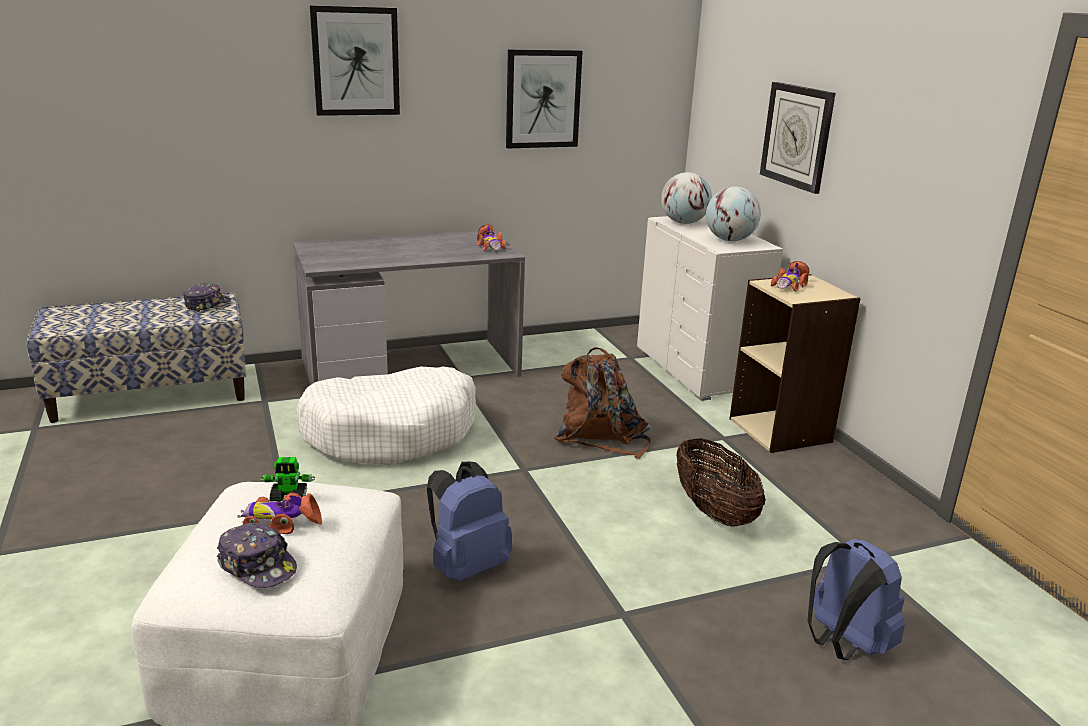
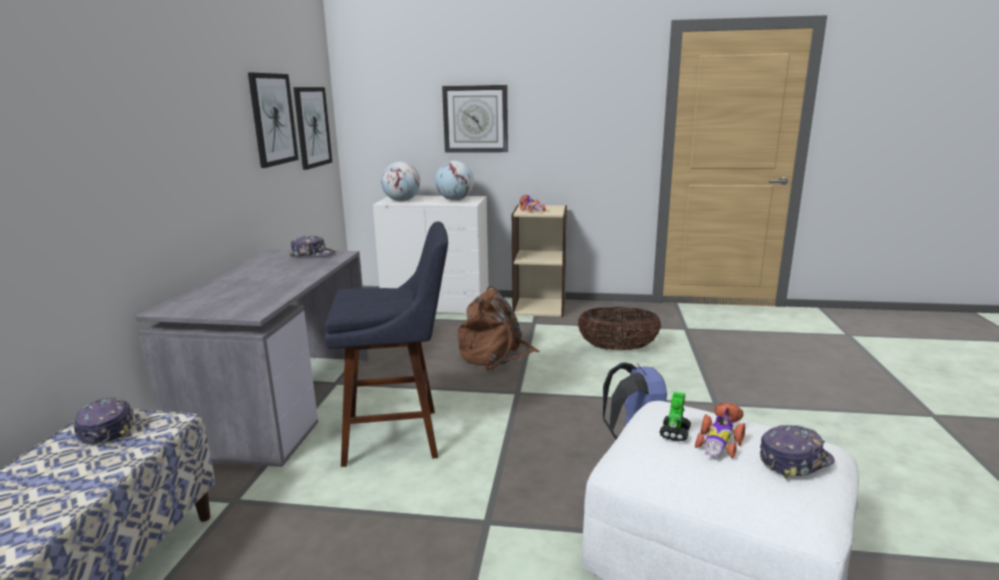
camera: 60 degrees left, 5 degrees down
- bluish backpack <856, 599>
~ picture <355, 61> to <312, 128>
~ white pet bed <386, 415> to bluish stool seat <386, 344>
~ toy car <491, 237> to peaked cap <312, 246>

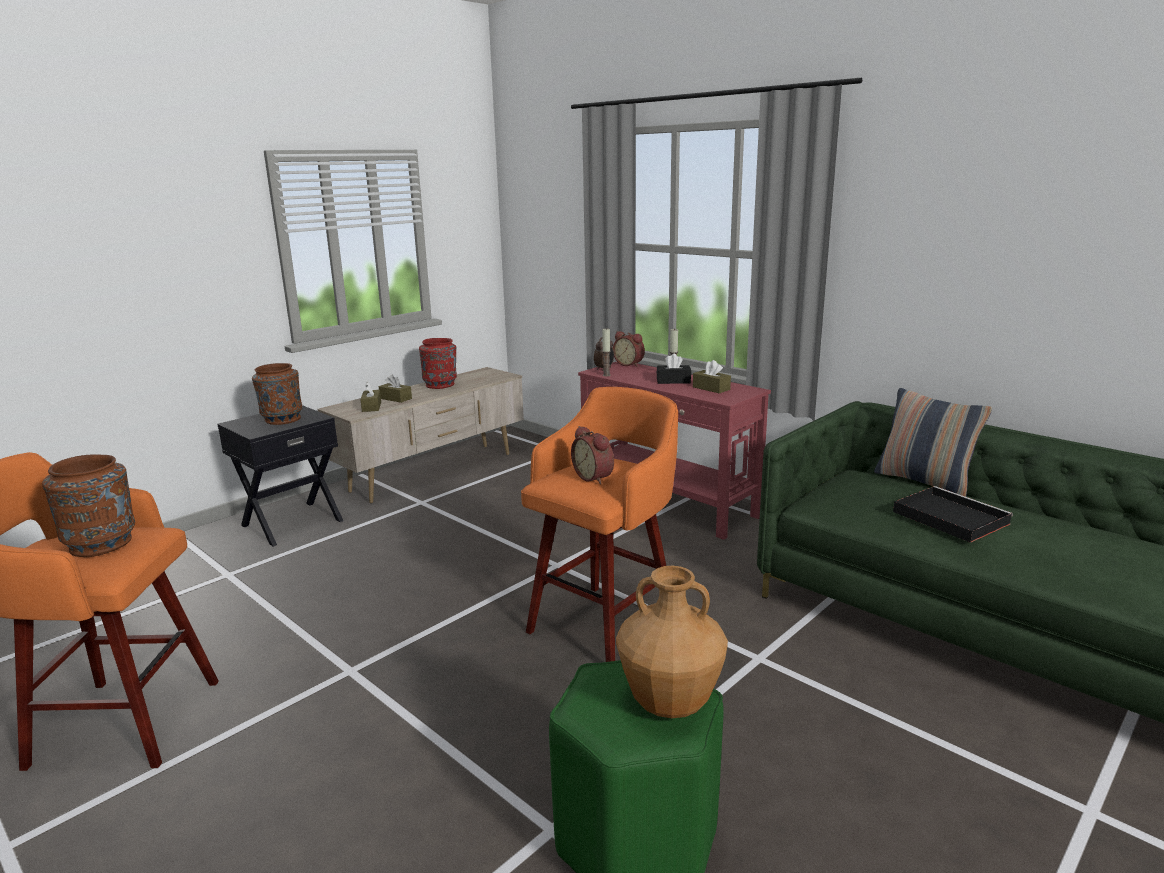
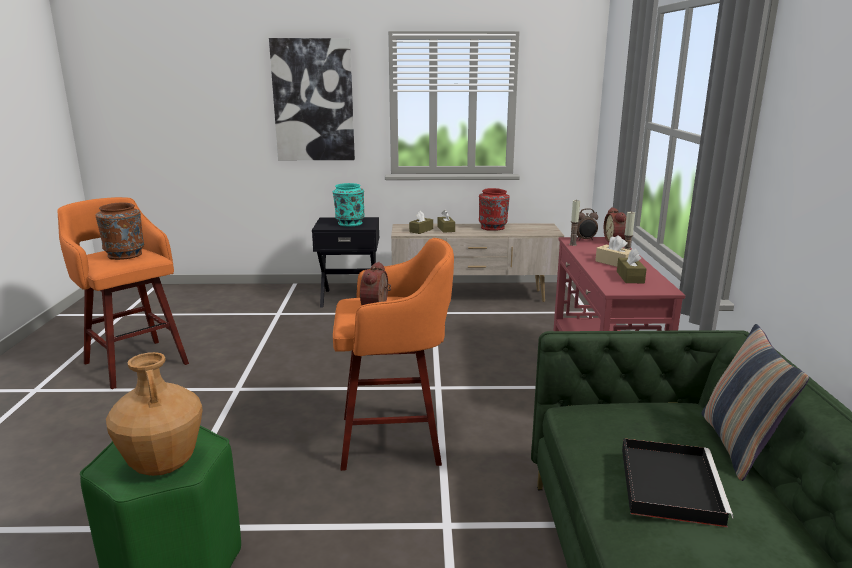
camera: 45 degrees right, 0 degrees up
+ picture <312, 99>
~ brown decorative vase <277, 394> to turquoise-coloured decorative vase <349, 204>
~ black-coloured tissue holder <674, 369> to beige tissue holder <613, 251>

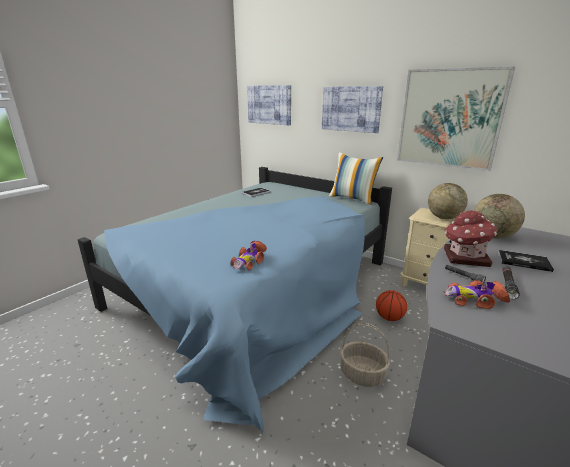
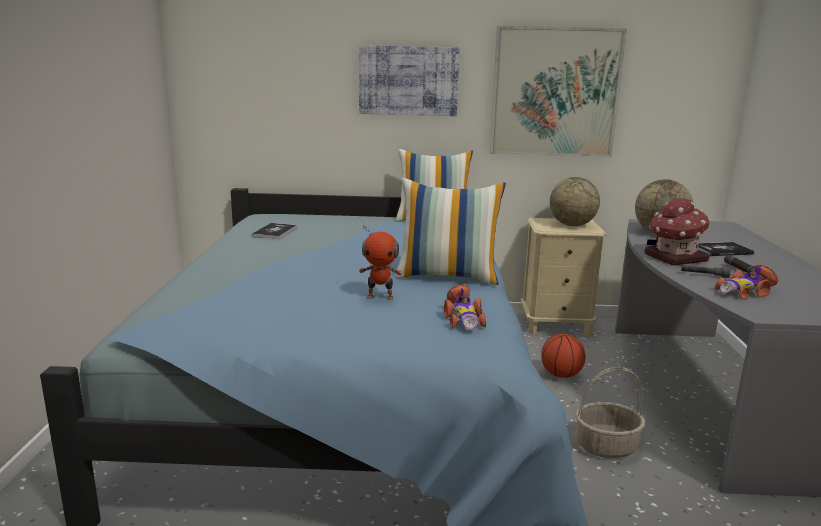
camera: 35 degrees left, 5 degrees down
- picture <269, 105>
+ toy robot <380, 263>
+ pillow <450, 231>

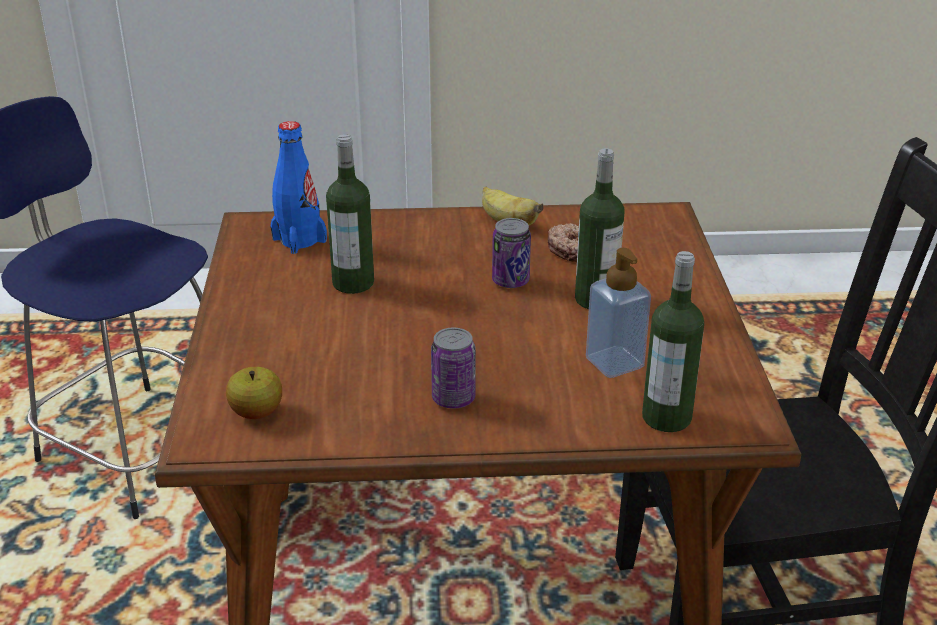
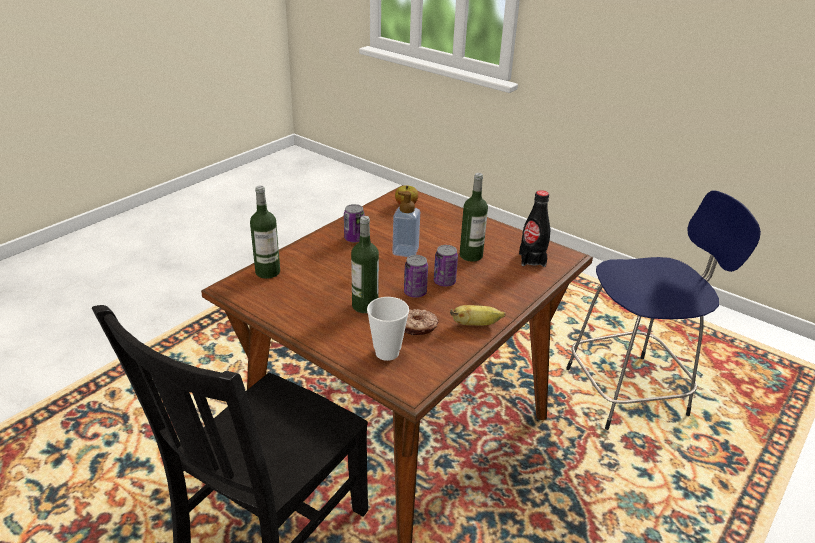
camera: 130 degrees right, 0 degrees up
+ small cup <388, 329>
+ can <446, 266>
~ soap bottle <618, 313> to <406, 224>
~ bluish bottle <298, 187> to black-coloured bottle <534, 228>

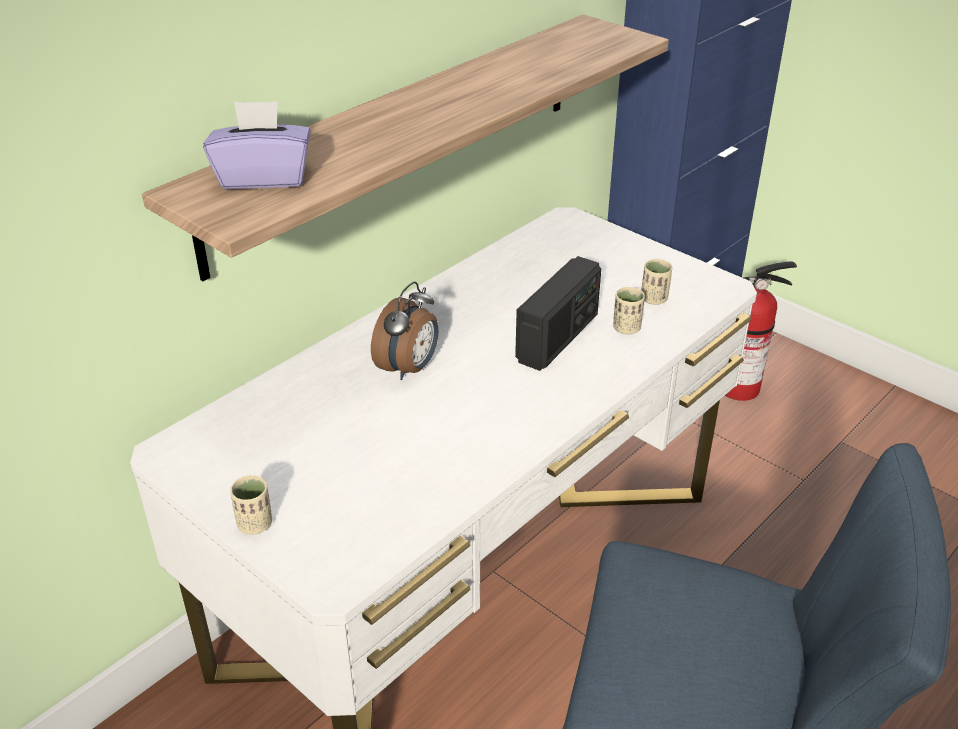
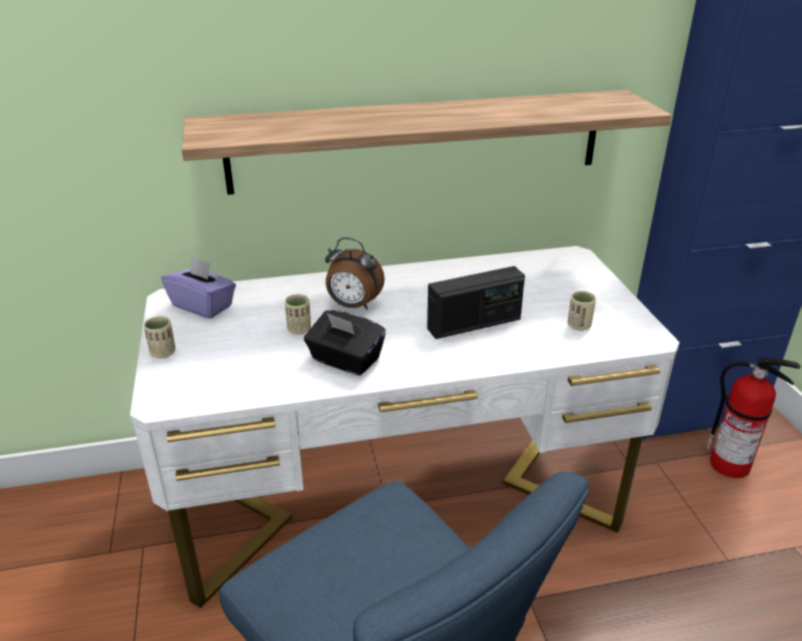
camera: 35 degrees right, 5 degrees down
+ black-coloured tissue holder <345, 342>
~ purple tissue holder <257, 145> to <198, 287>
~ beige small cup <629, 311> to <298, 314>
~ alarm clock <405, 331> = <355, 274> 45 degrees clockwise

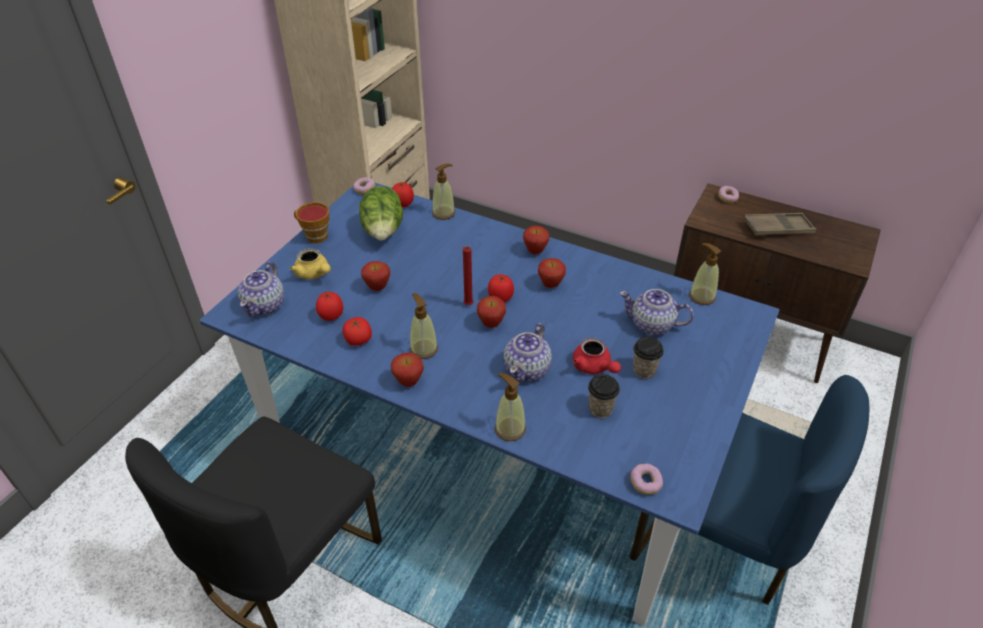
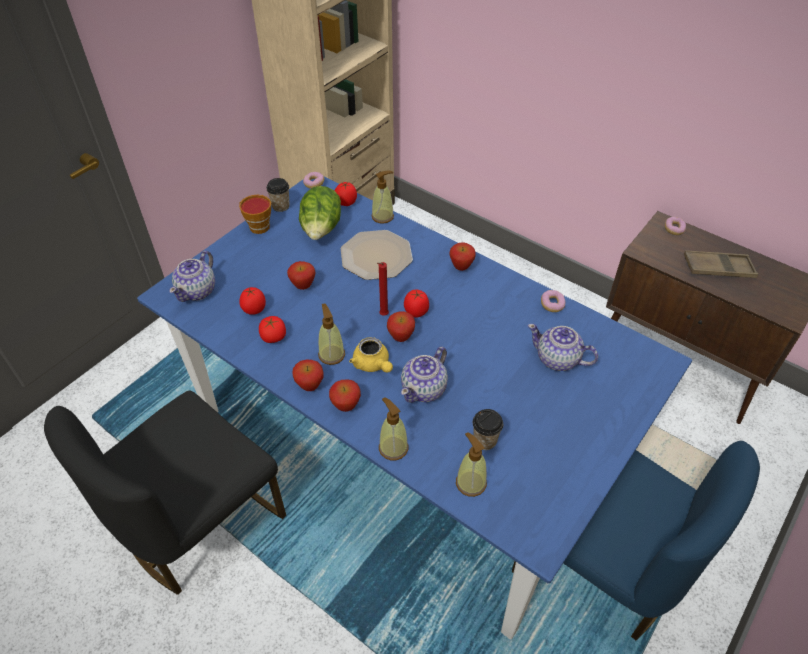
camera: 10 degrees right, 5 degrees up
- red-coloured teapot <597, 356>
+ plate <377, 255>
~ yellow teapot <310, 264> to <371, 355>
~ apple fruit <552, 273> to <345, 395>
~ ring doughnut <646, 479> to <553, 301>
~ small cup <648, 358> to <278, 195>
~ soap bottle <705, 274> to <471, 464>

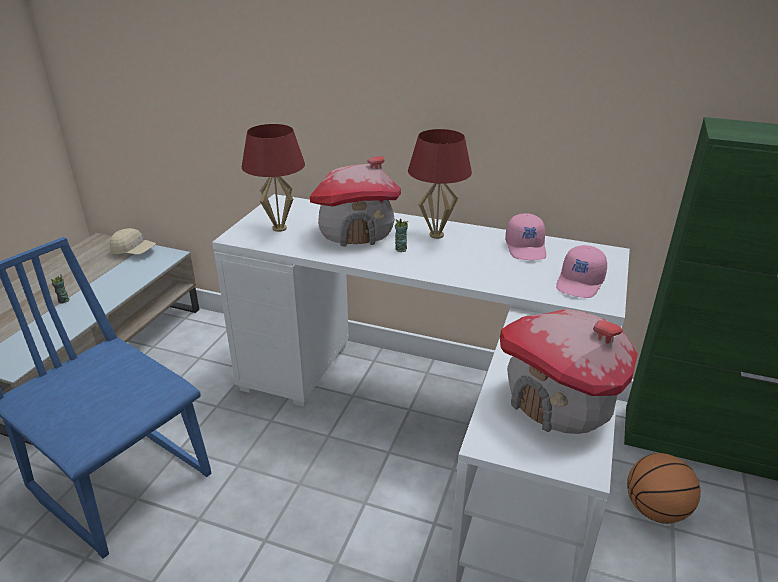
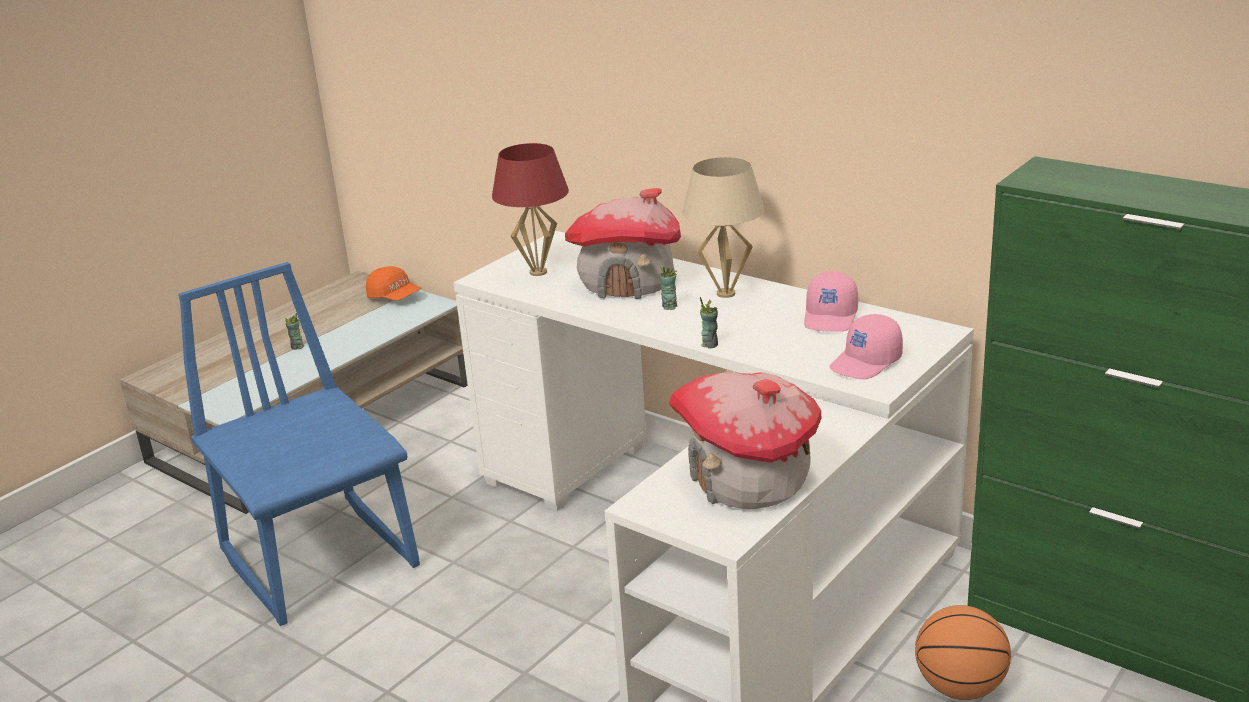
camera: 20 degrees right, 5 degrees down
+ small cup <709, 322>
~ beige peaked cap <133, 241> to orangey peaked cap <394, 283>
~ red-coloured table lamp <440, 184> to beige table lamp <724, 227>

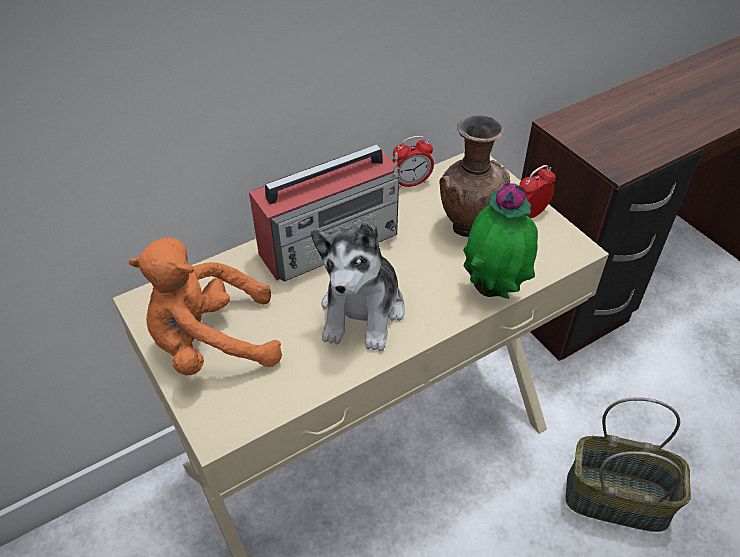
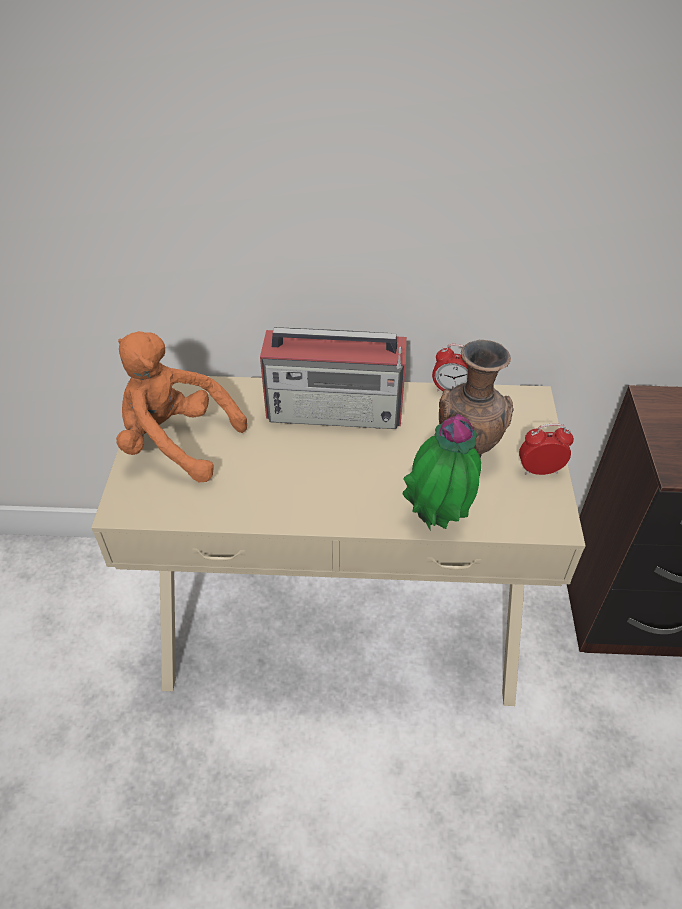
camera: 35 degrees right, 0 degrees up
- plush toy <358, 287>
- storage basket <628, 464>

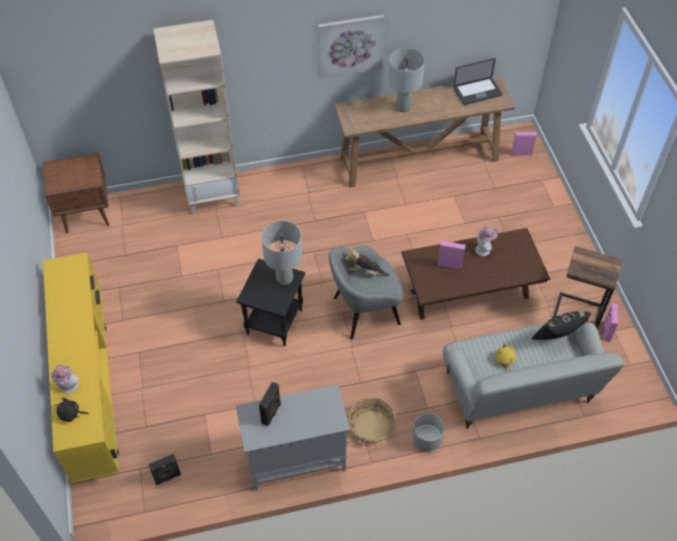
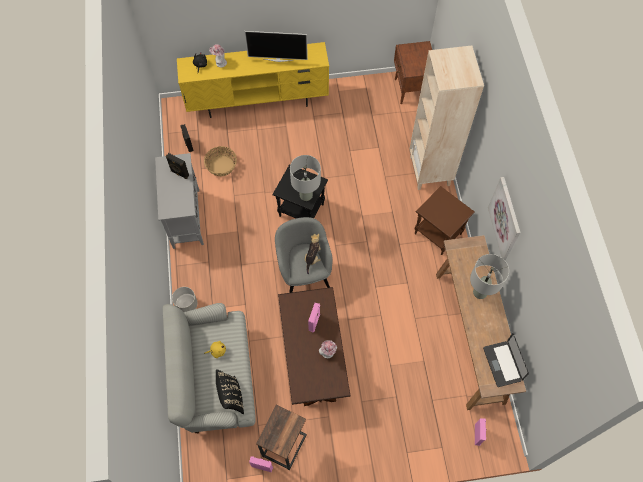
camera: 95 degrees right, 10 degrees up
+ TV <276, 46>
+ brown end table <445, 220>
~ storage basket <372, 420> to <220, 161>

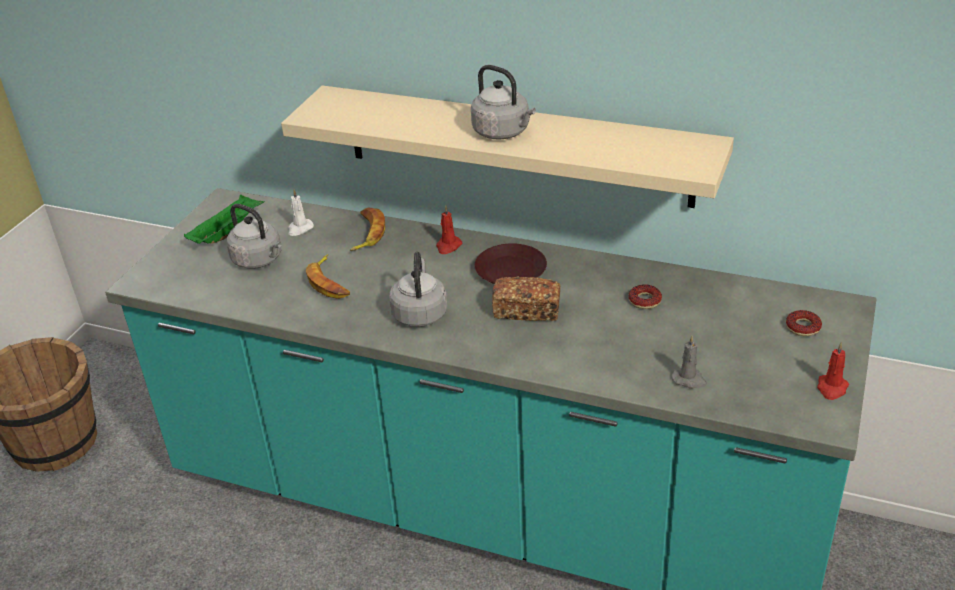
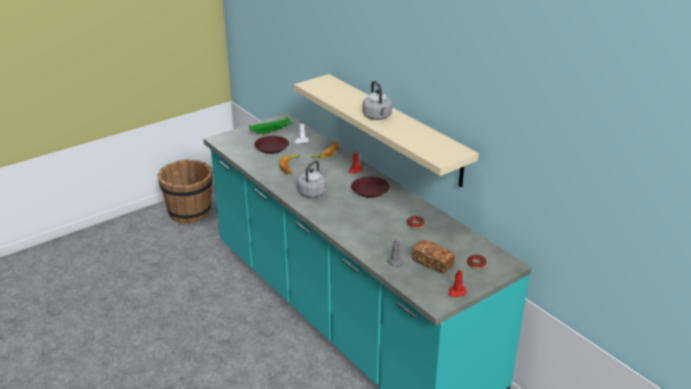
camera: 30 degrees right, 5 degrees down
~ bakery bread <526, 298> to <433, 257>
~ gray tea kettle <254, 236> to brown plate <271, 145>

